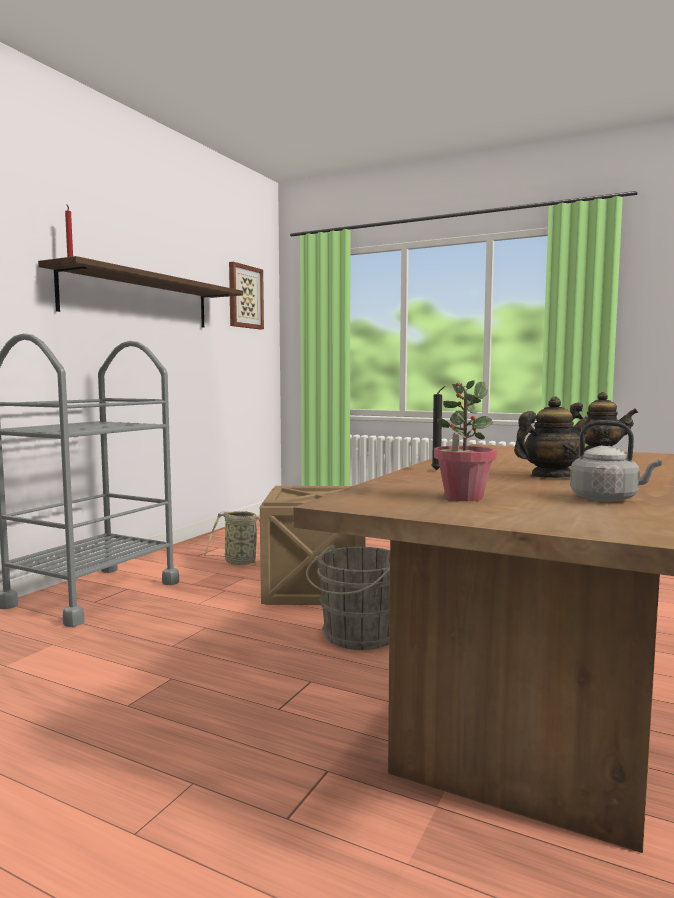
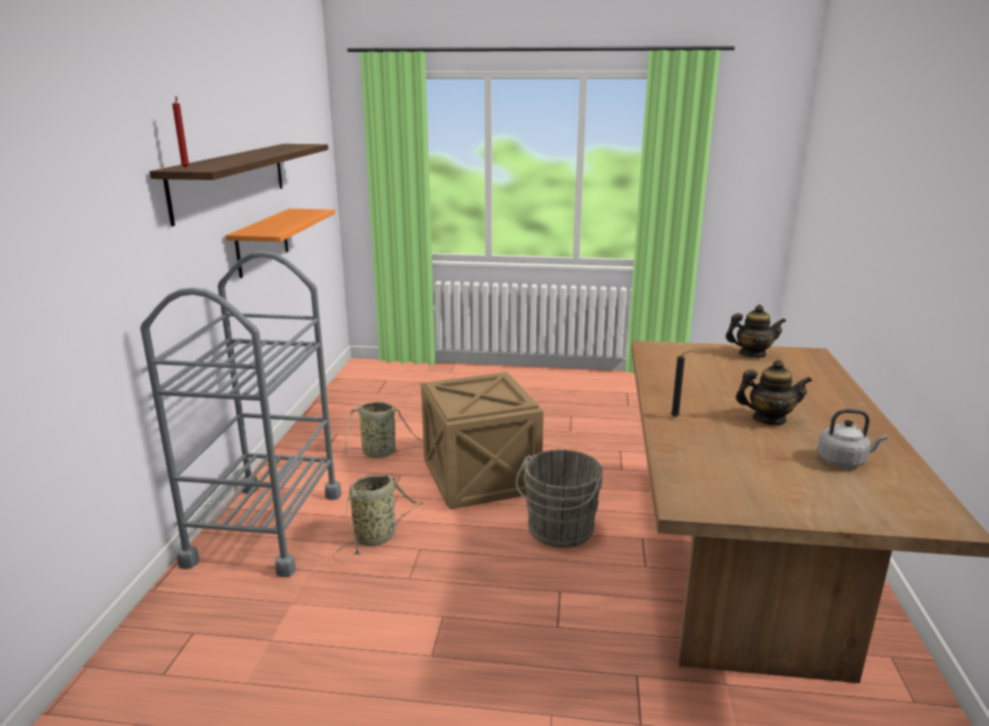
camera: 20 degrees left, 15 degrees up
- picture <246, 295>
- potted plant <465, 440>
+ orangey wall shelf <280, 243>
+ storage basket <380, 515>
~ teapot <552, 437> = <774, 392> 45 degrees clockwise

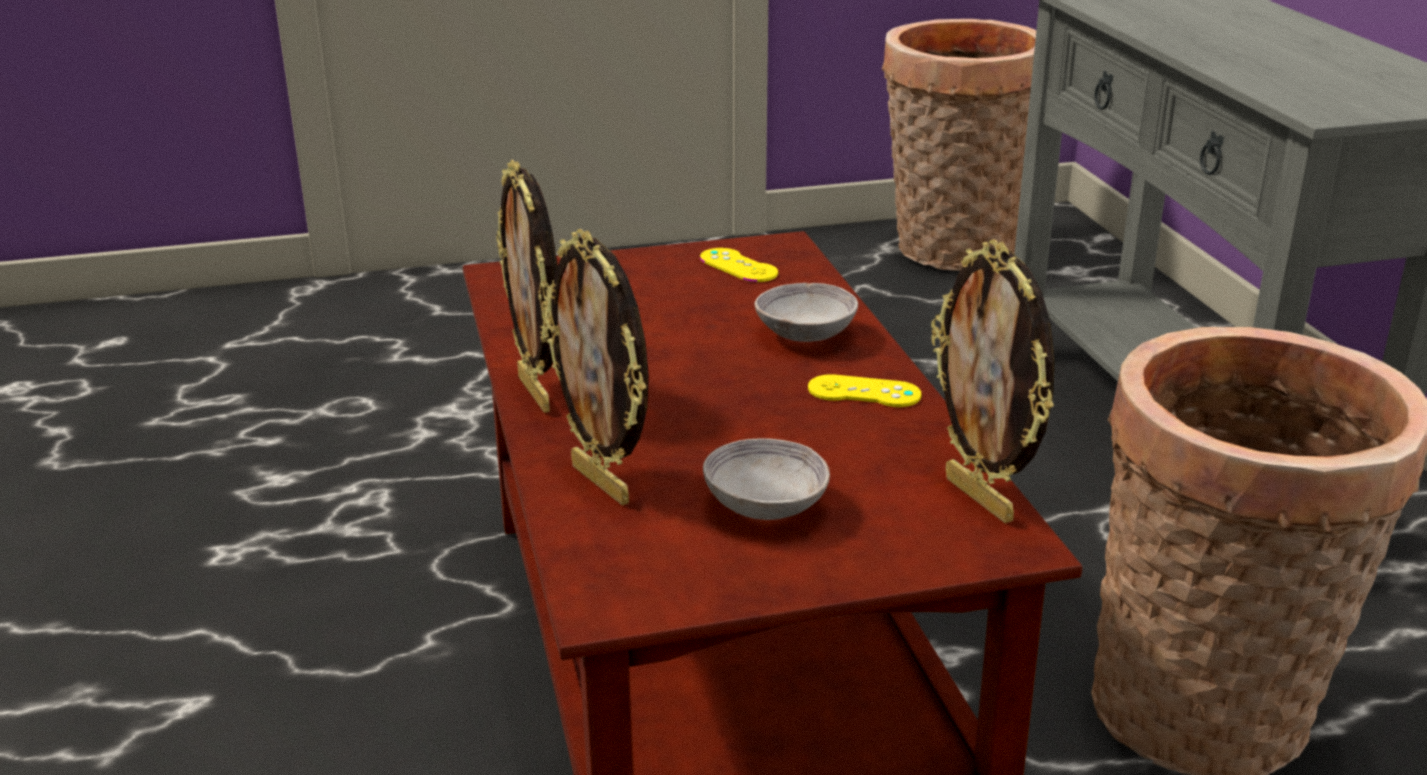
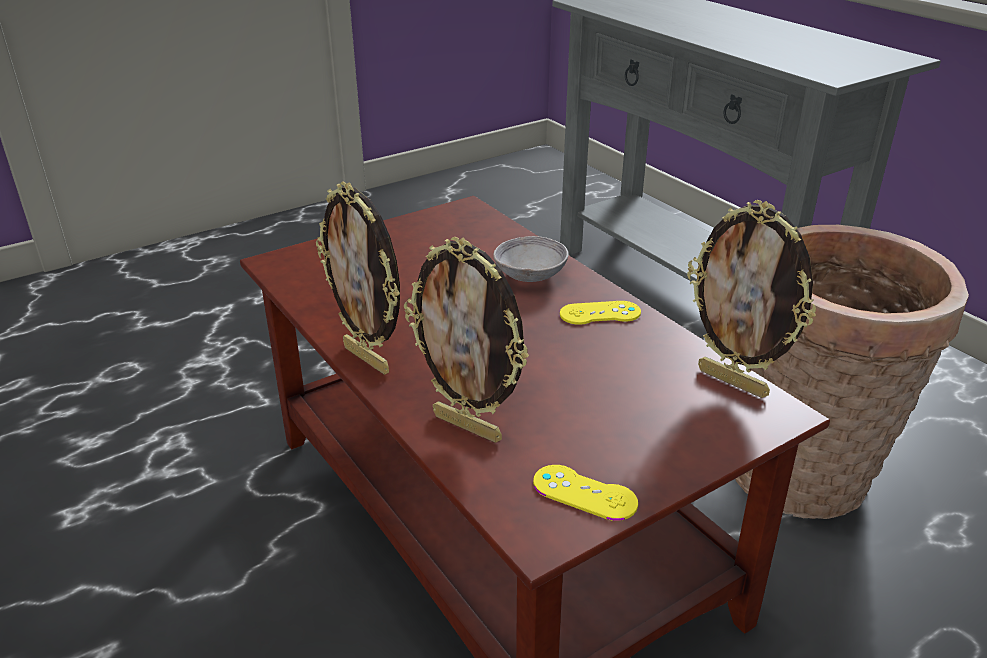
camera: 20 degrees left, 5 degrees up
- gray deep dish <766, 479>
- storage basket <959, 145>
~ yellow joypad <739, 265> to <585, 493>

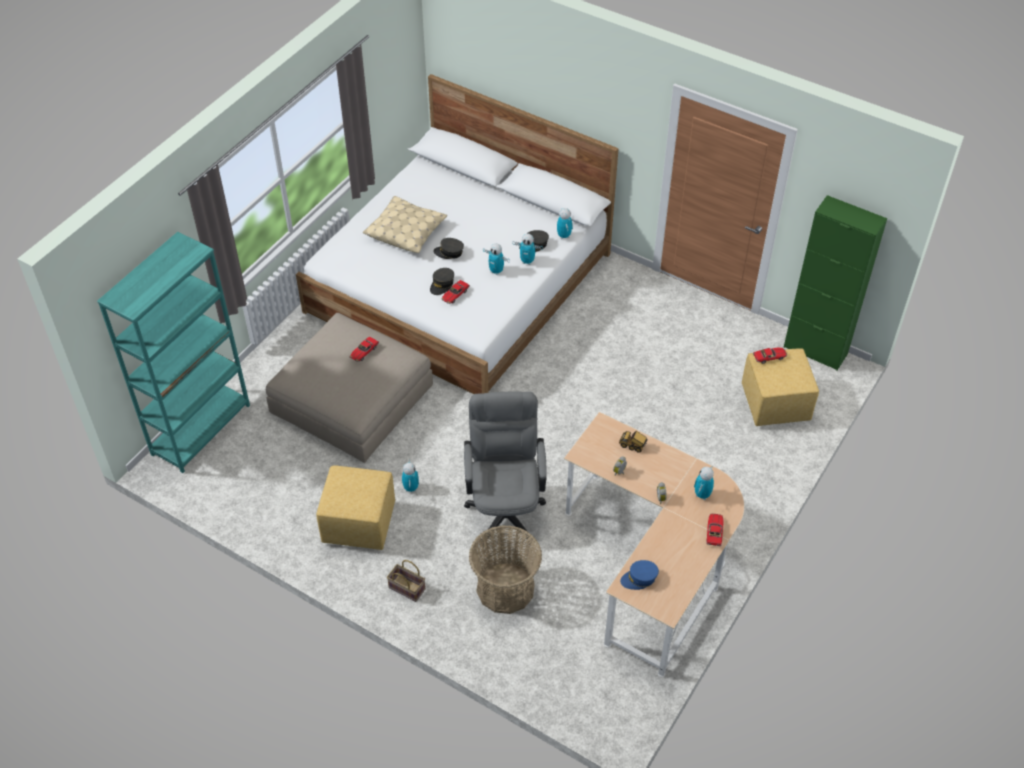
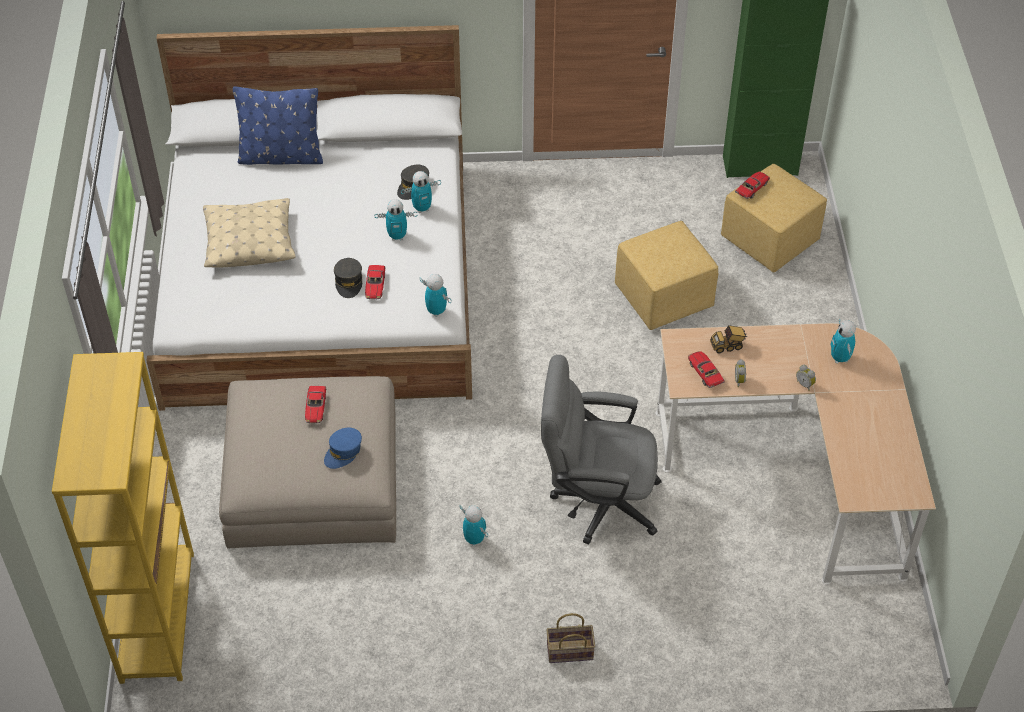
camera: 35 degrees left, 0 degrees up
- gray peaked cap <449, 248>
- storage basket <505, 569>
+ bluish pillow <278, 126>
~ yellow footrest <355, 507> to <666, 275>
~ toy robot <565, 223> to <435, 295>
~ bluish peaked cap <639, 575> to <343, 448>
~ toy car <714, 530> to <706, 369>
~ turquoise-coloured bookshelf <173, 352> to yellow bookshelf <123, 518>
~ gray desk chair <505, 469> = <601, 450> 45 degrees counterclockwise

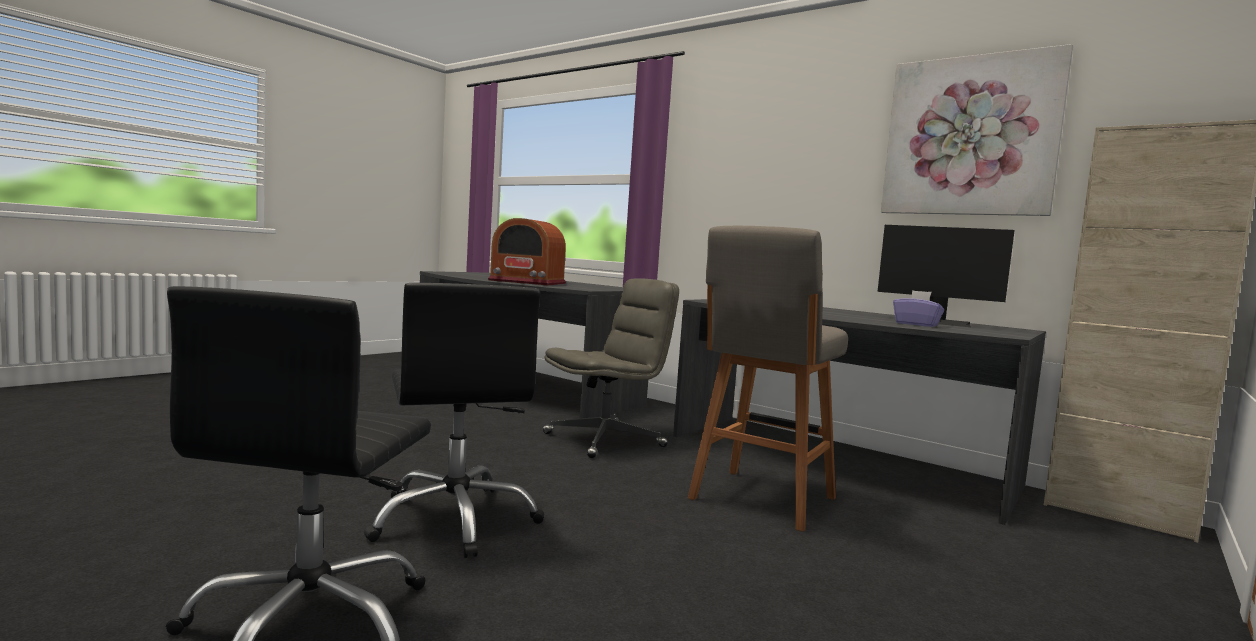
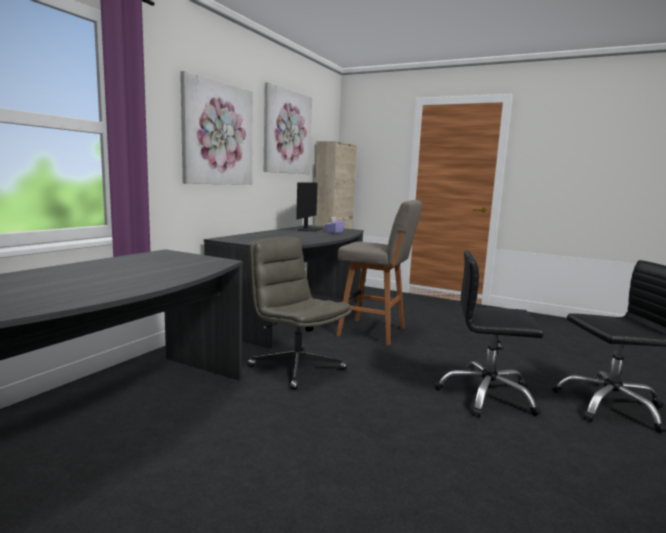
camera: 100 degrees left, 5 degrees up
- radio receiver <527, 251>
+ picture <216, 128>
~ black-coloured desk chair <454, 420> = <489, 334> 135 degrees counterclockwise

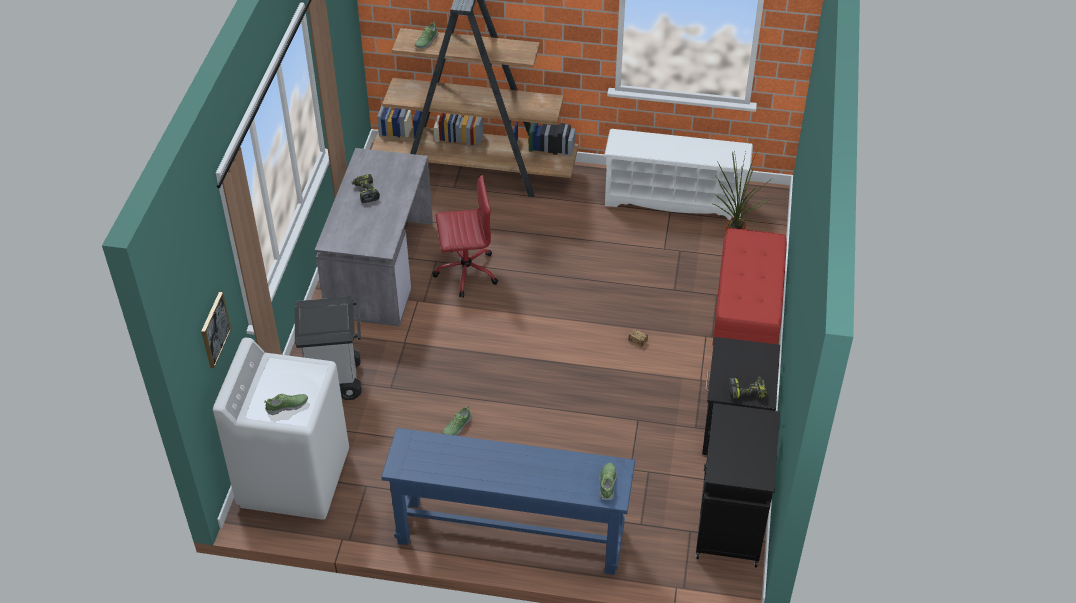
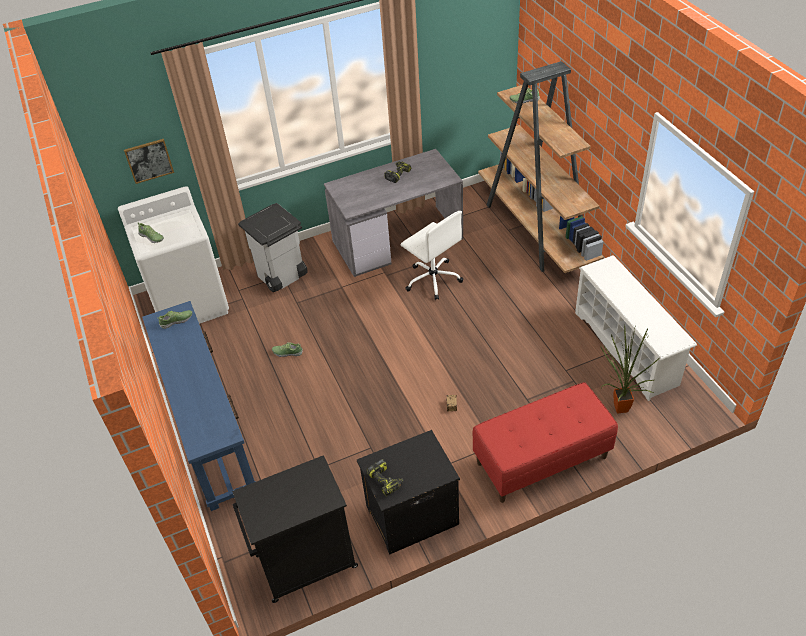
camera: 60 degrees right, 0 degrees up
~ shoe <608, 481> to <174, 319>
~ red-coloured desk chair <465, 236> to white desk chair <432, 255>

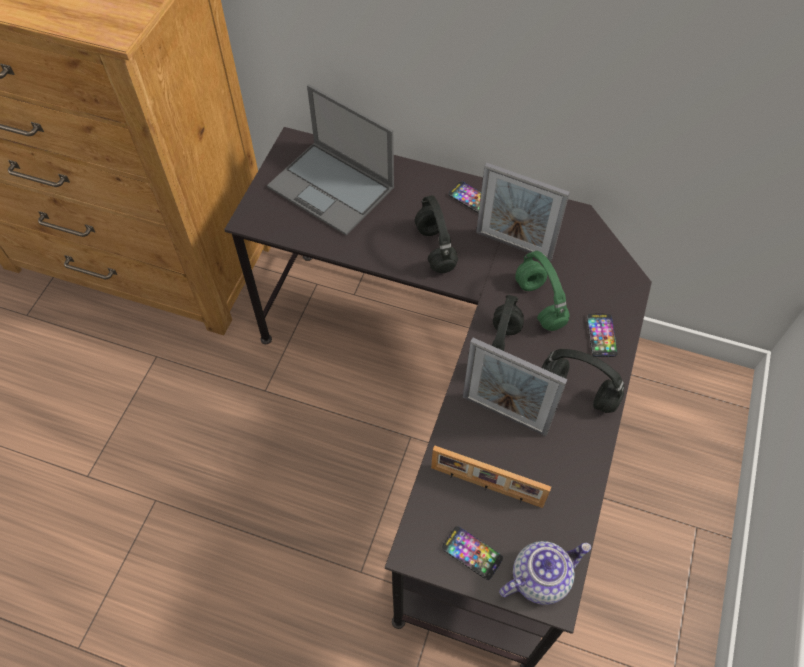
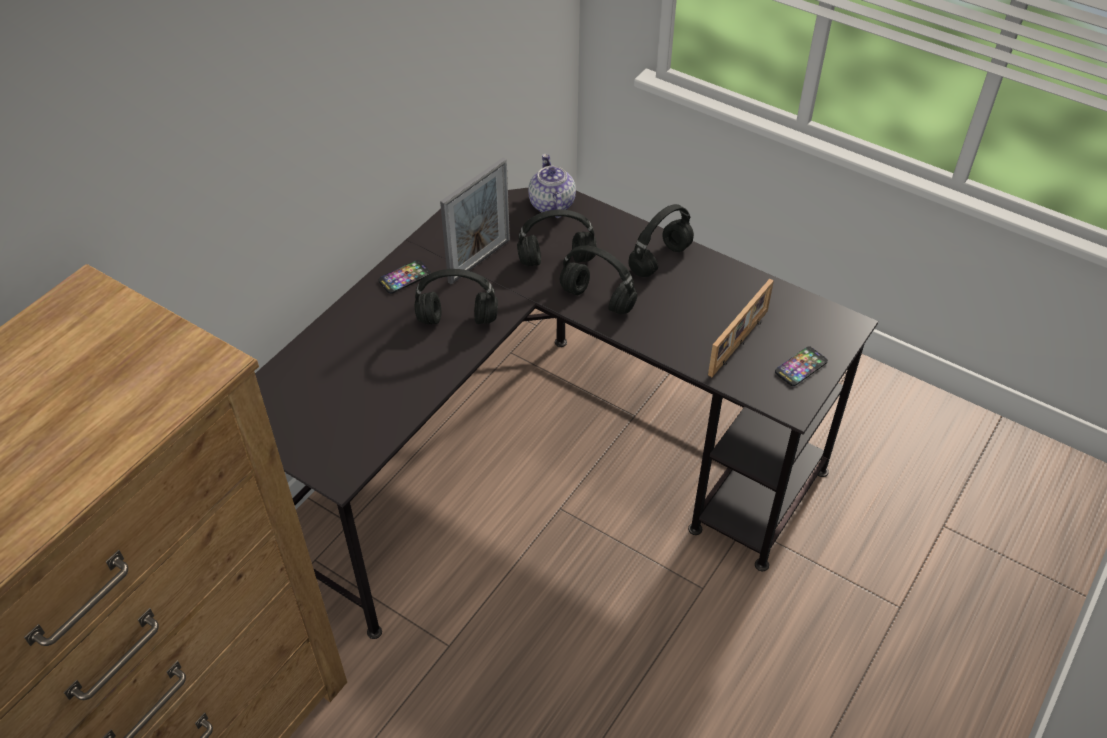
camera: 75 degrees left, 10 degrees down
- laptop <330, 160>
- standing frame <515, 387>
- phone <602, 335>
~ teapot <545, 573> to <552, 186>
~ green pair of headphones <542, 291> to black-coloured pair of headphones <556, 238>

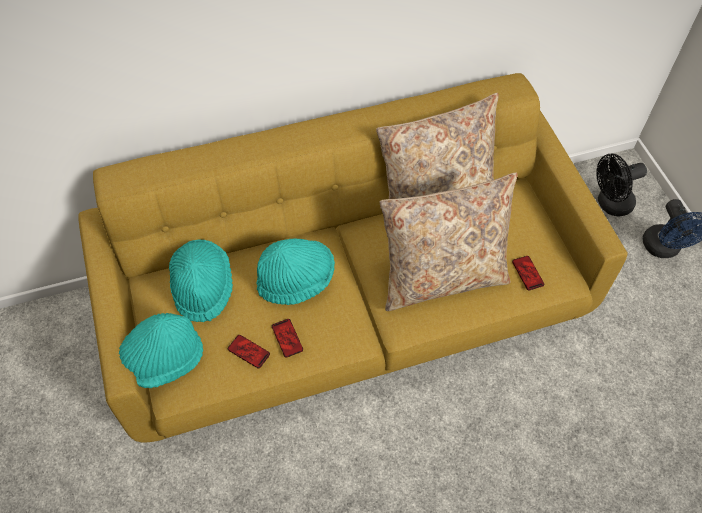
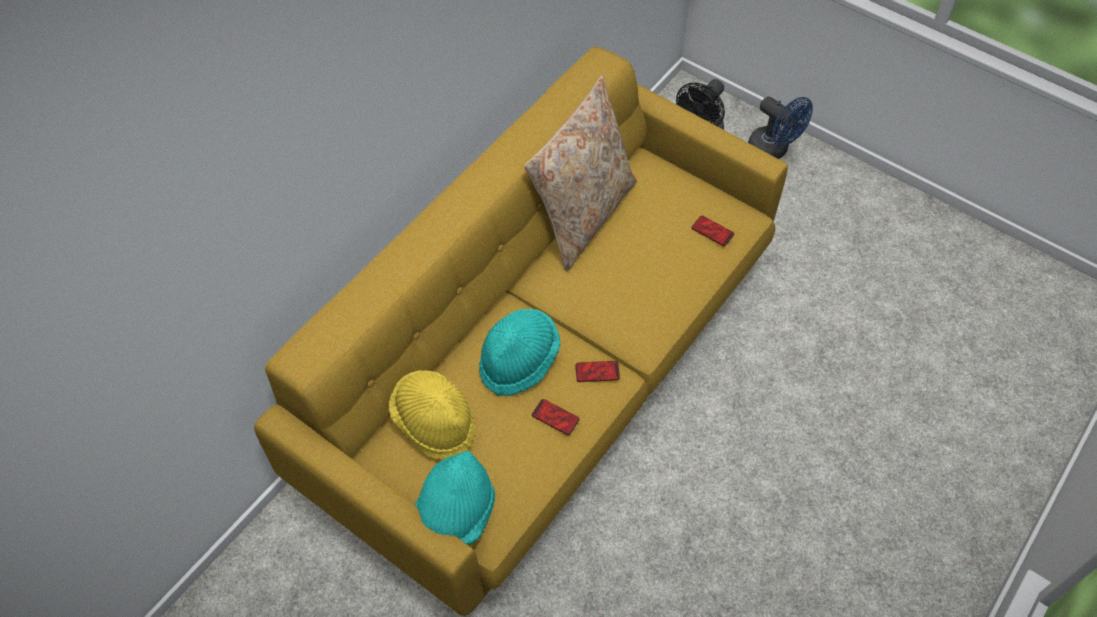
camera: 35 degrees left, 0 degrees up
- beige pillow <448, 242>
~ phone <249, 351> to <598, 371>
~ turquoise-coloured clothing hat <201, 281> to yellow clothing hat <432, 415>

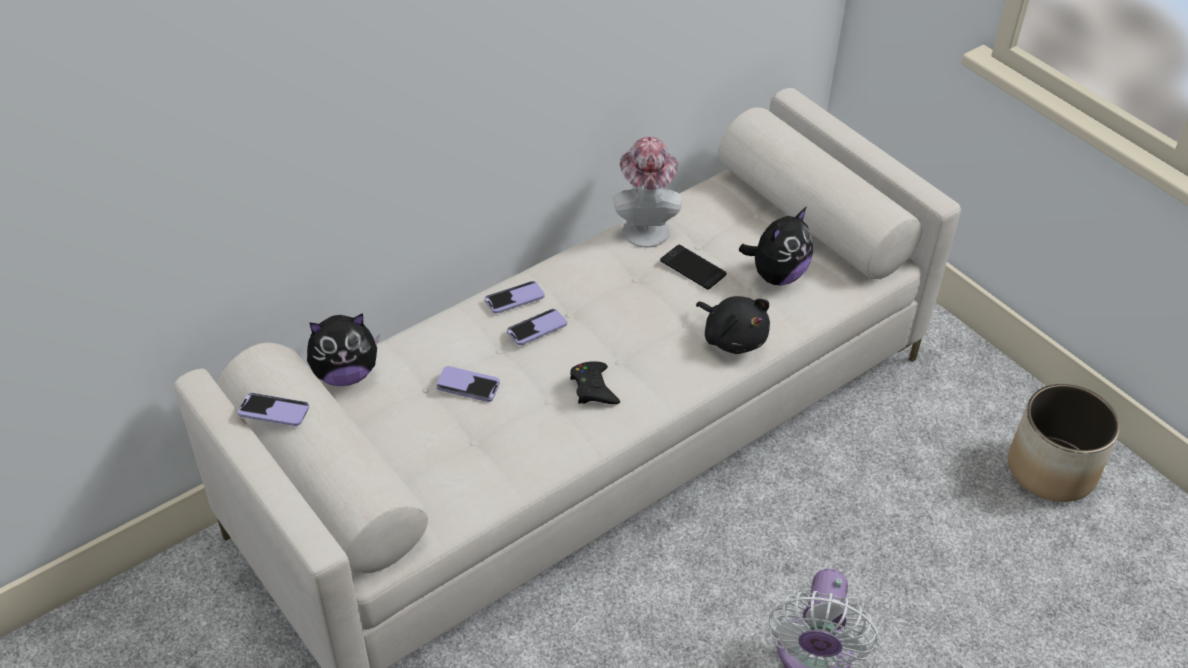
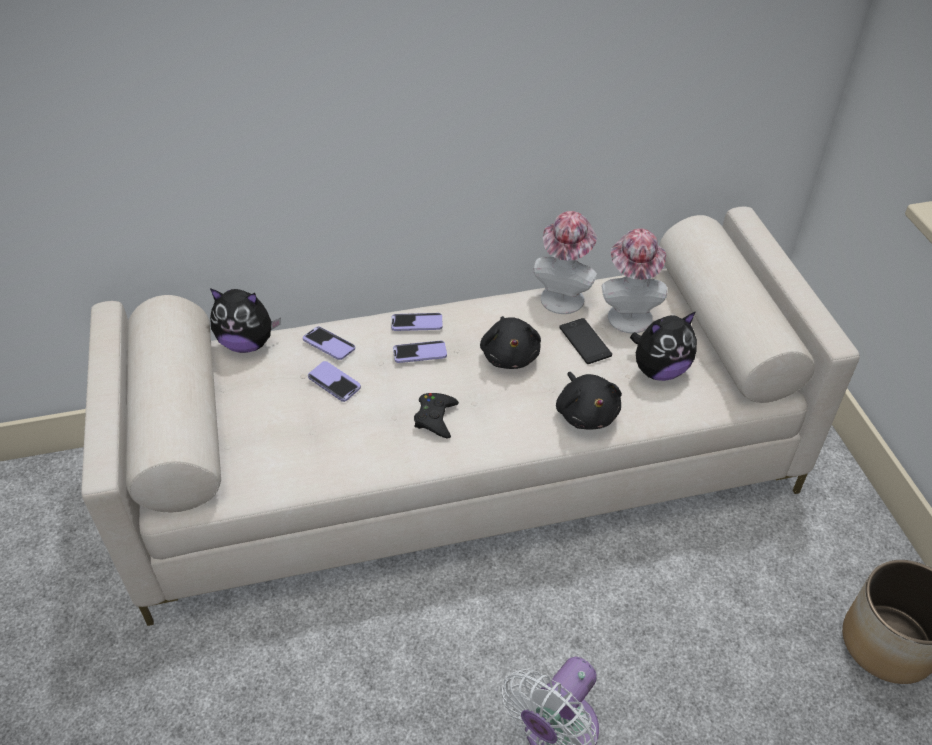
camera: 25 degrees right, 0 degrees up
+ black-coloured plush toy <510, 342>
+ clothing hat <635, 280>
~ phone <273, 409> to <329, 343>

